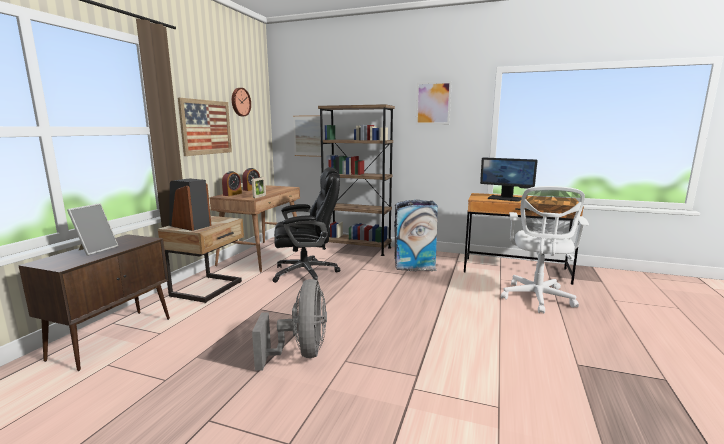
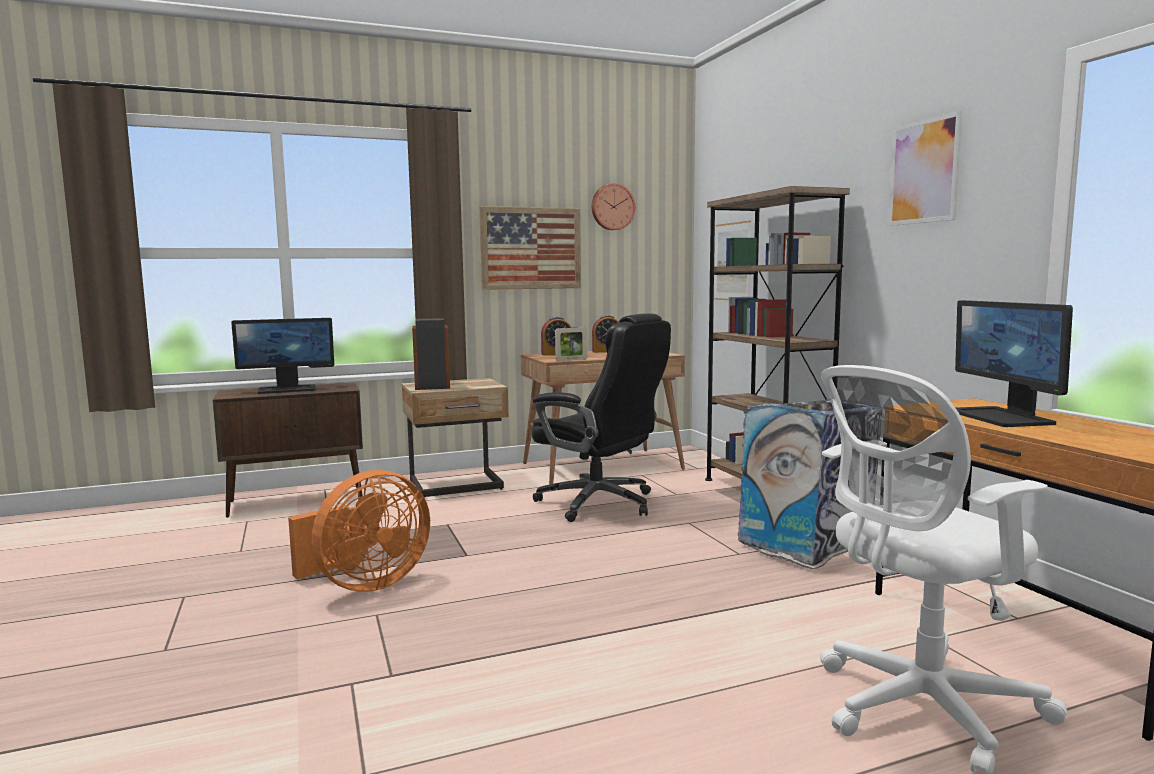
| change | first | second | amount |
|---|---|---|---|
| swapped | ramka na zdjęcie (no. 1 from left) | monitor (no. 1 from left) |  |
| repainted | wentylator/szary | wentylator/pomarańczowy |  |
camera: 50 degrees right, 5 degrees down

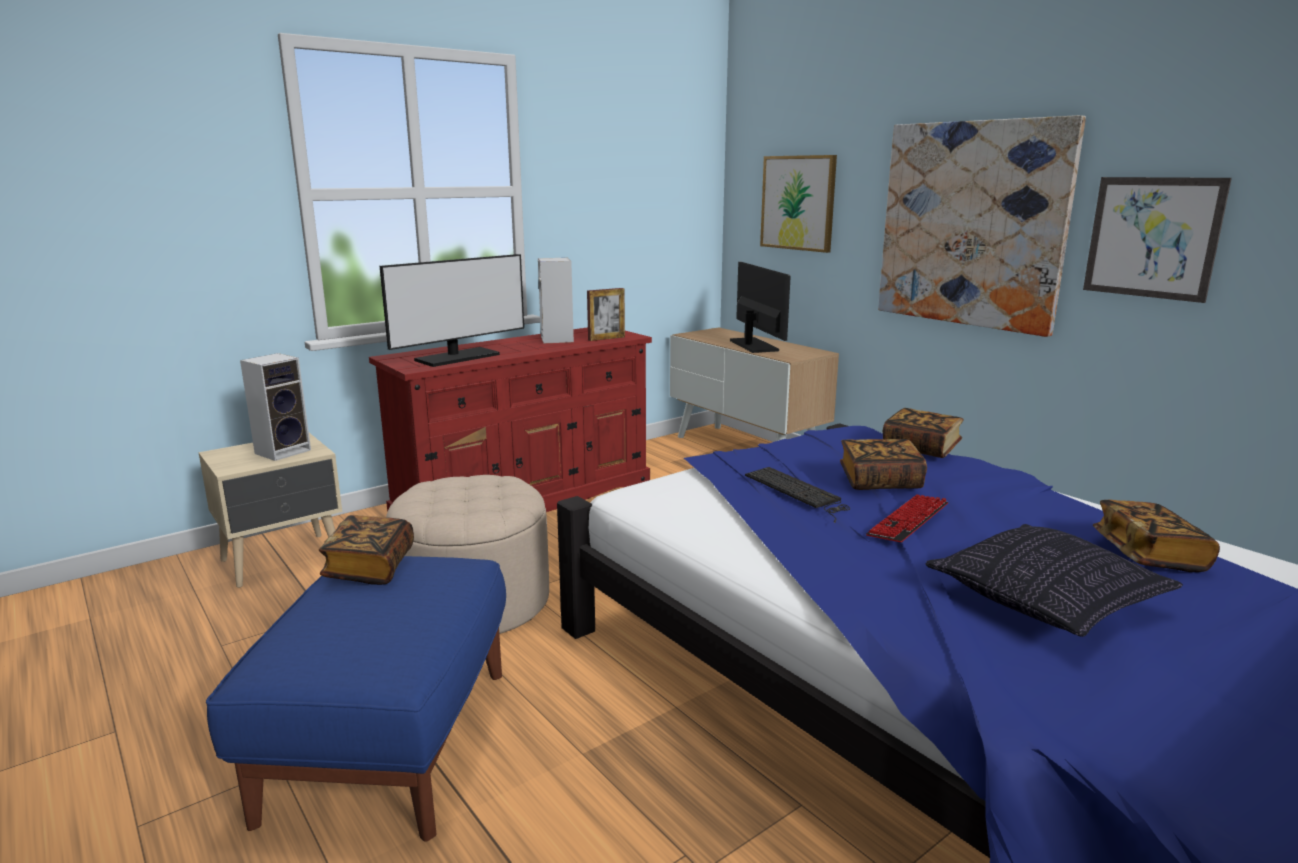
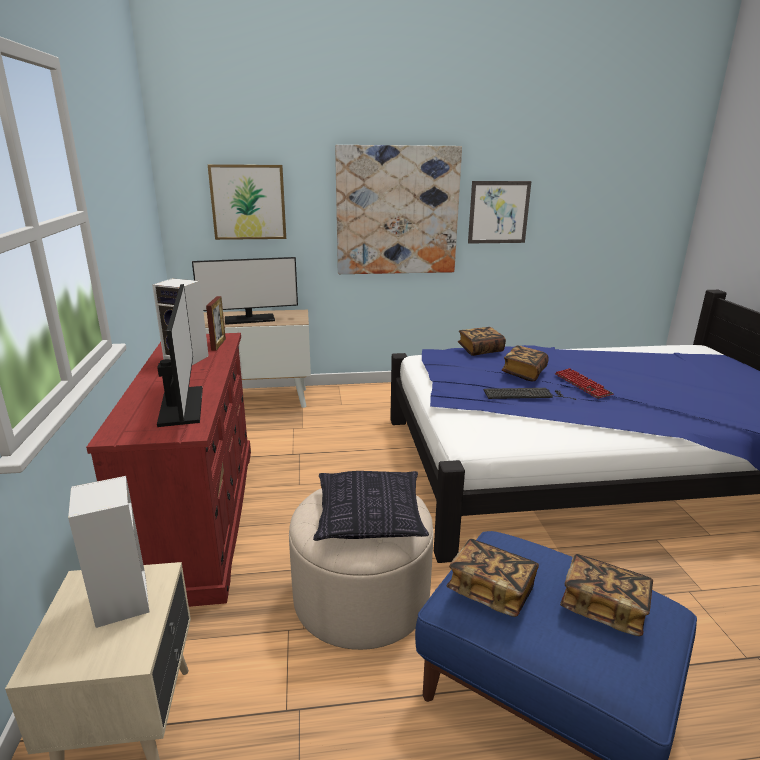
| change | first | second | amount |
|---|---|---|---|
| rotated | monitor (no. 2 from left) |  | 150 degrees clockwise |
| shifted | poduszka |  |  |
| shifted | książka (no. 4 from left) |  |  |
camera: 60 degrees left, 5 degrees up

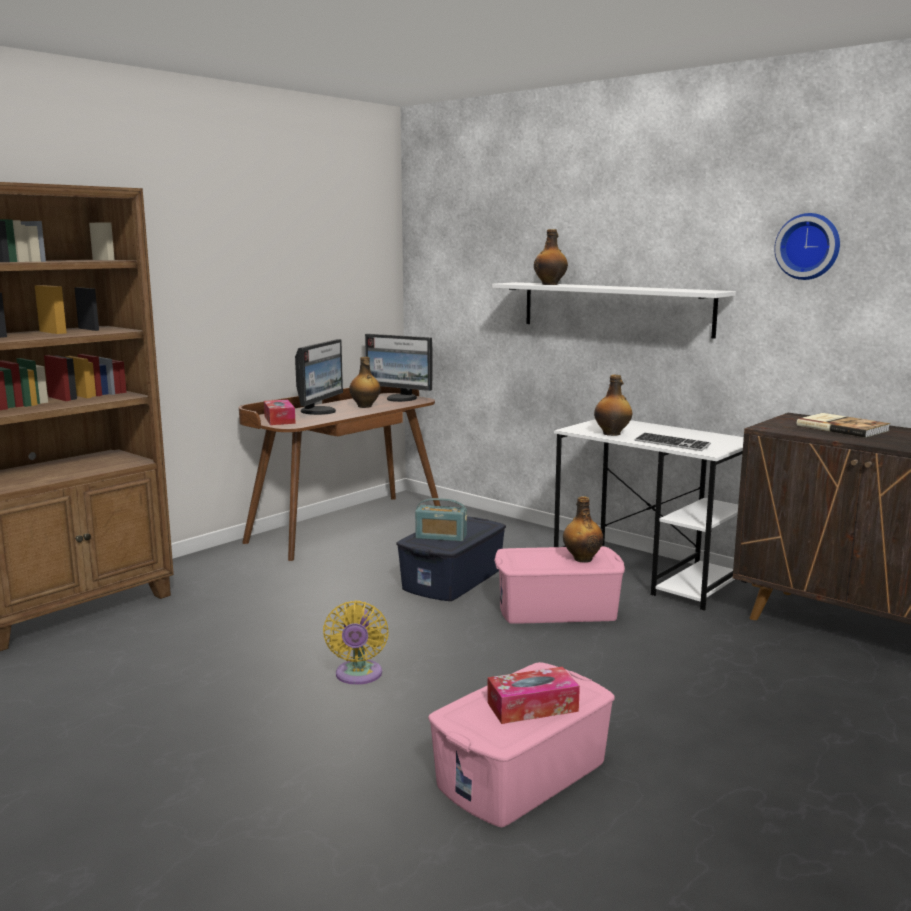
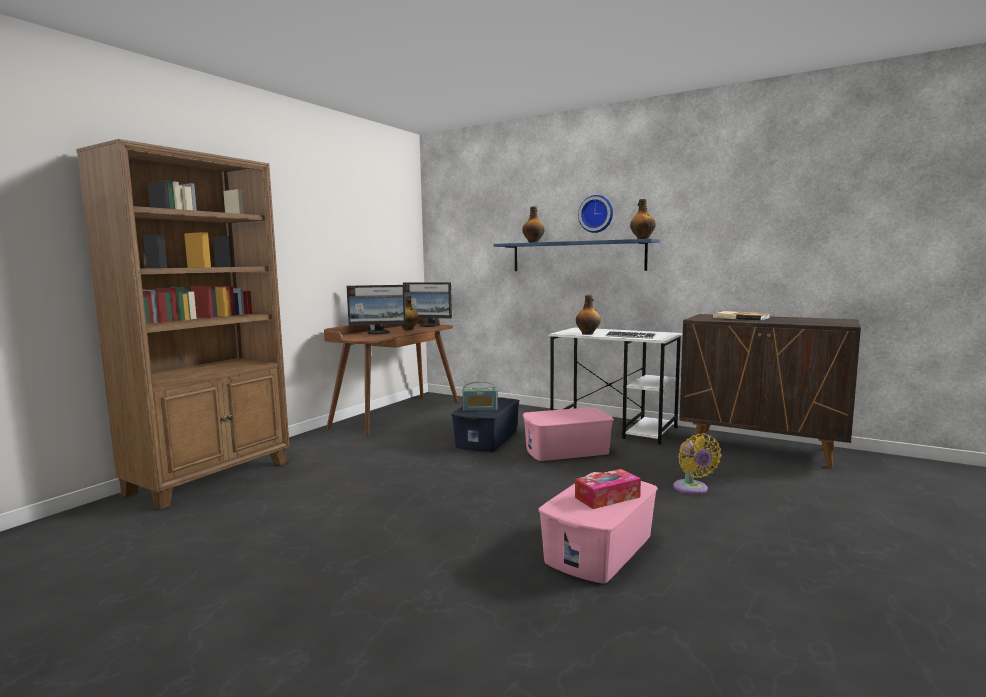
| change | first | second | amount |
|---|---|---|---|
| rotated | monitor (no. 1 from left) |  | 75 degrees clockwise |
| repainted | półka/biały | półka/niebieski |  |
| shifted | zegar ścienny |  |  |
| shifted | butelka (no. 3 from left in the first image) | butelka (no. 4 from left) |  |
| shifted | wentylator/żółty |  |  |
| gone | pudełko chusteczek (no. 1 from left) |  |  |
camera: 10 degrees left, 5 degrees down

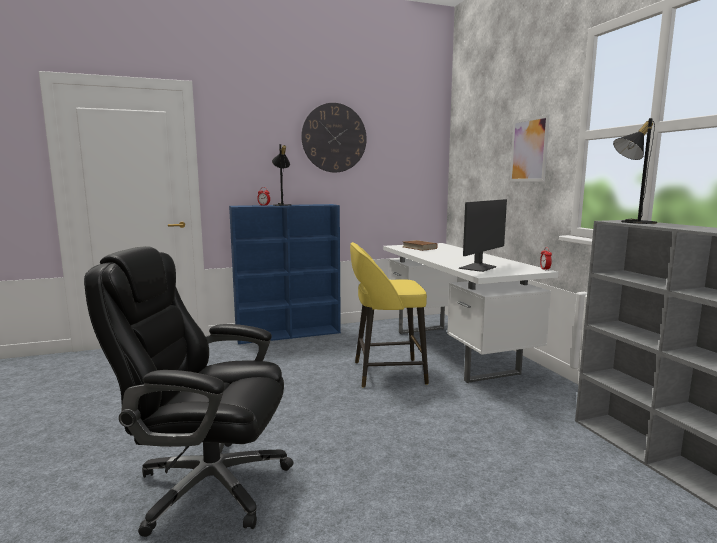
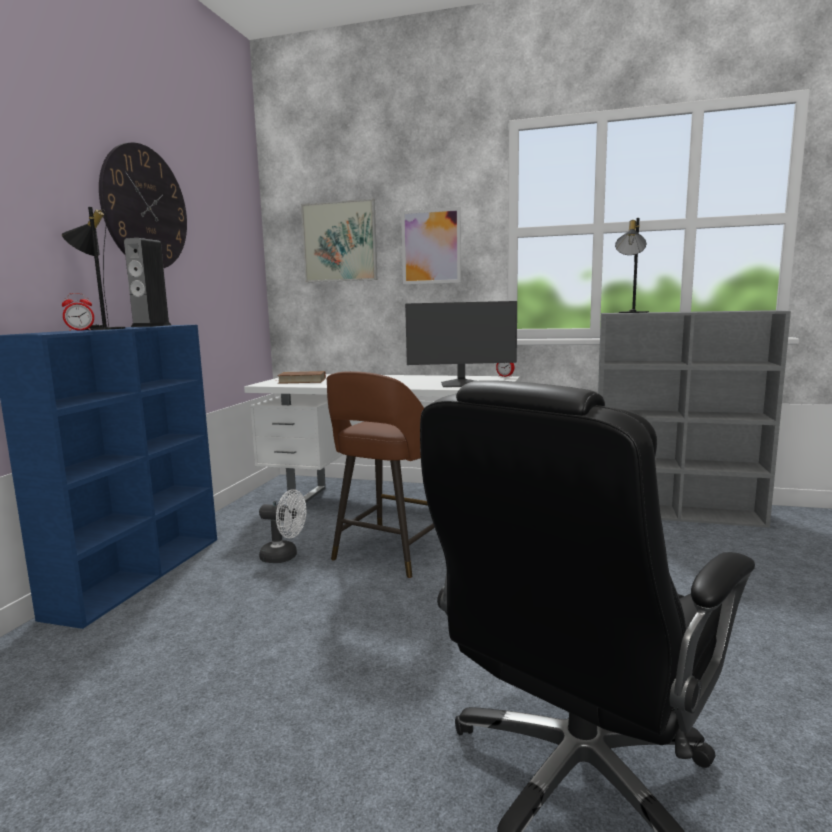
| change | first | second | amount |
|---|---|---|---|
| new |  | głośnik |  |
| new |  | wentylator/biały |  |
| new |  | obraz (no. 1 from left) |  |
| repainted | stołek/żółty | stołek/brązowy |  |
| rotated | monitor |  | 105 degrees clockwise |
camera: 55 degrees left, 0 degrees up

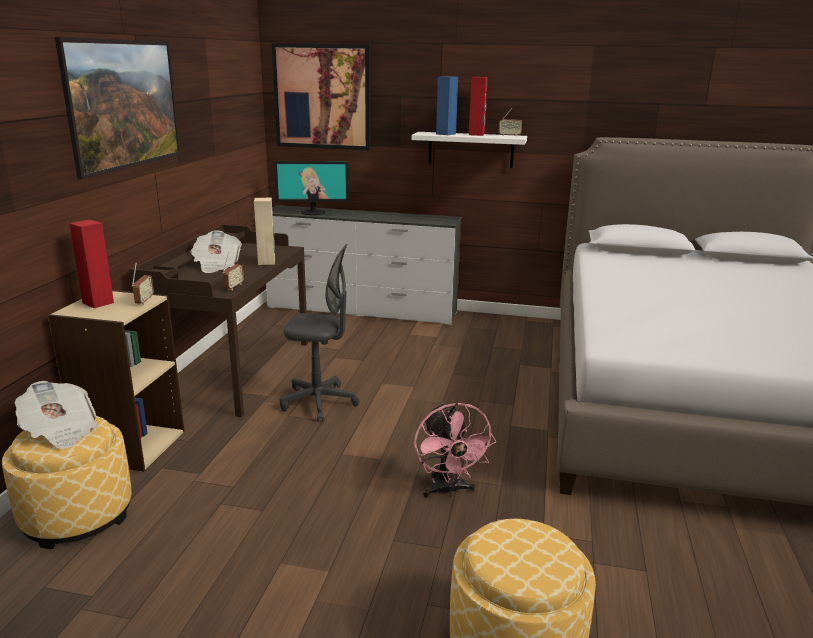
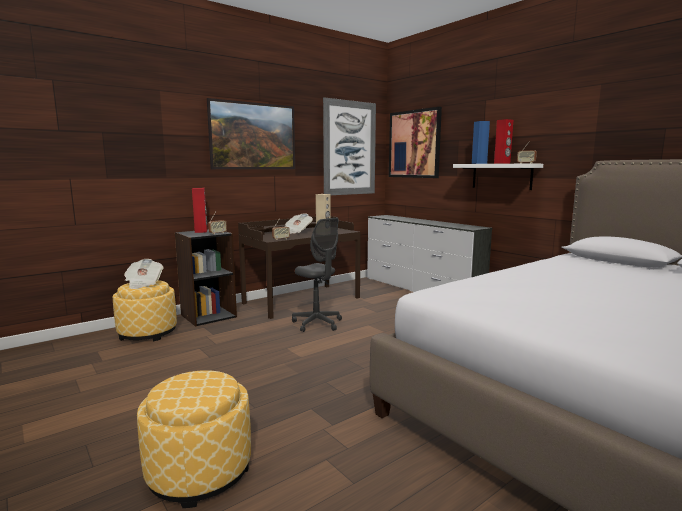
| change | first | second | amount |
|---|---|---|---|
| repainted | regał/beżowy | regał/czarny |  |
| new |  | obraz (no. 2 from left) |  |
| gone | monitor |  |  |
| gone | wentylator/różowy |  |  |
camera: 40 degrees right, 10 degrees down

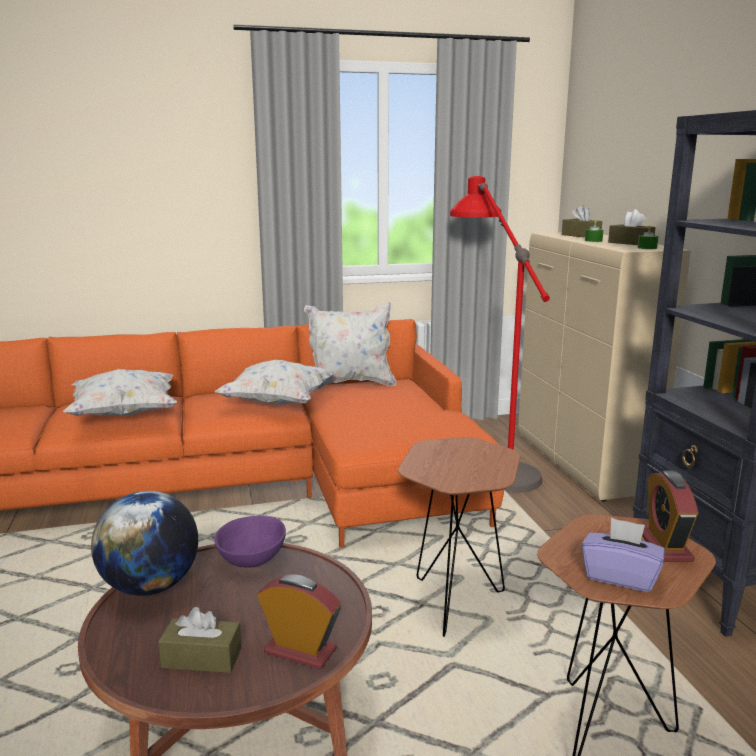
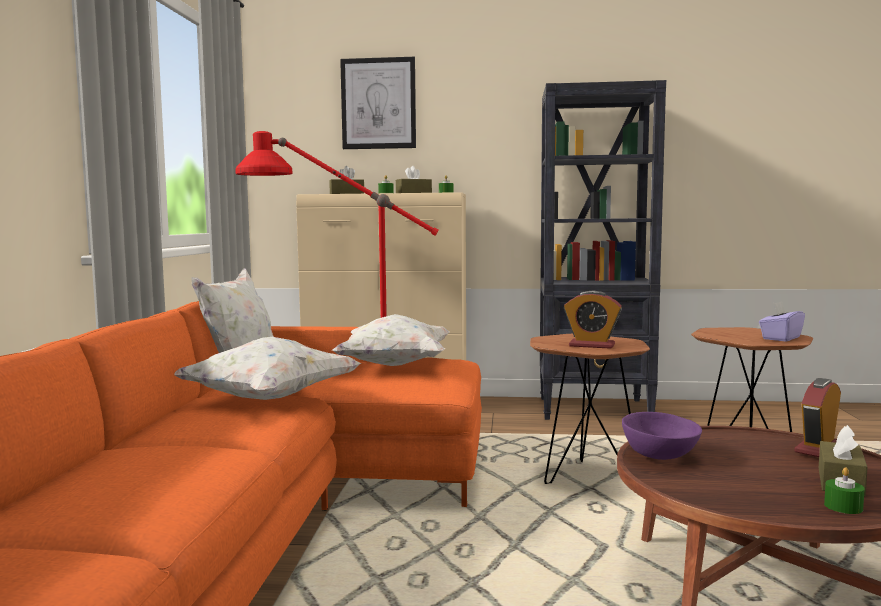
| change | first | second | amount |
|---|---|---|---|
| shifted | poduszka/biały (no. 1 from left in the first image) | poduszka/biały (no. 3 from left) |  |
| new |  | obraz |  |
| shifted | budzik (no. 2 from left in the first image) | budzik (no. 1 from left) |  |
| new |  | świeca/zielony (no. 3 from left) |  |
| gone | globus |  |  |
camera: 70 degrees left, 10 degrees down

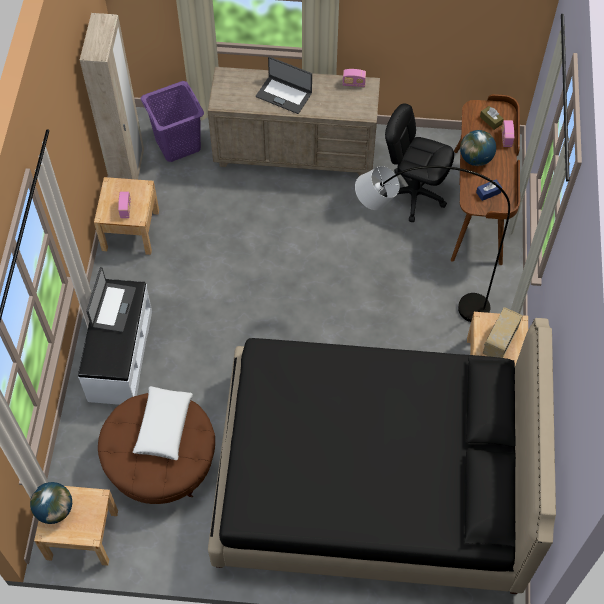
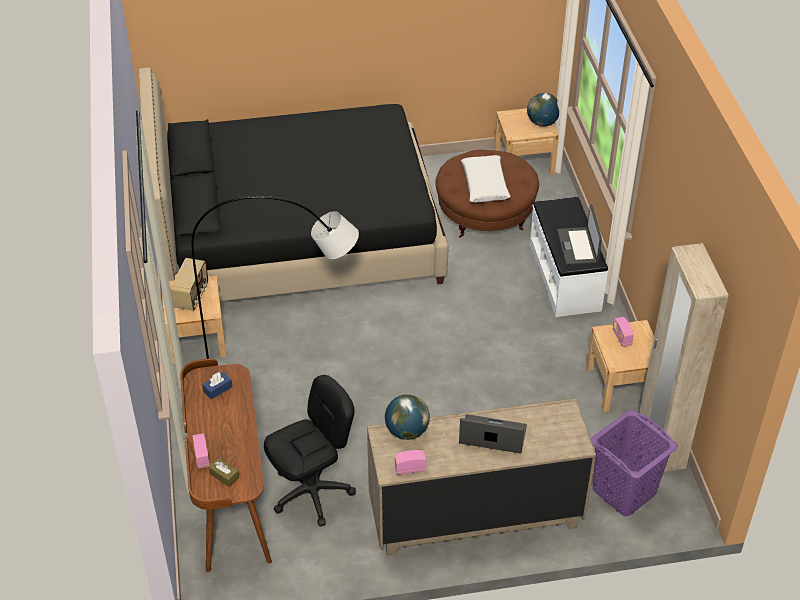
| change | first | second | amount |
|---|---|---|---|
| rotated | krzesło biurowe/czarny |  | 45 degrees counterclockwise |
| shifted | globus (no. 2 from left in the first image) | globus (no. 1 from left) |  |
camera: 165 degrees right, 15 degrees down

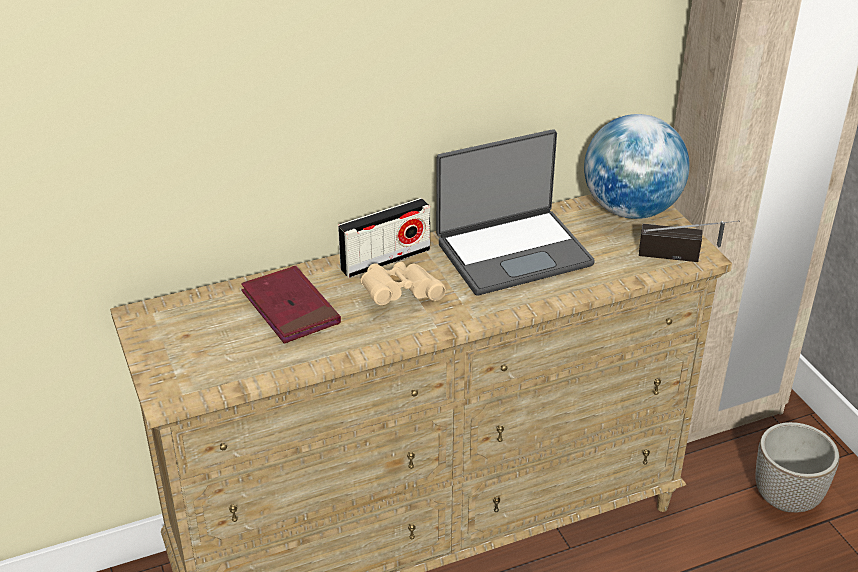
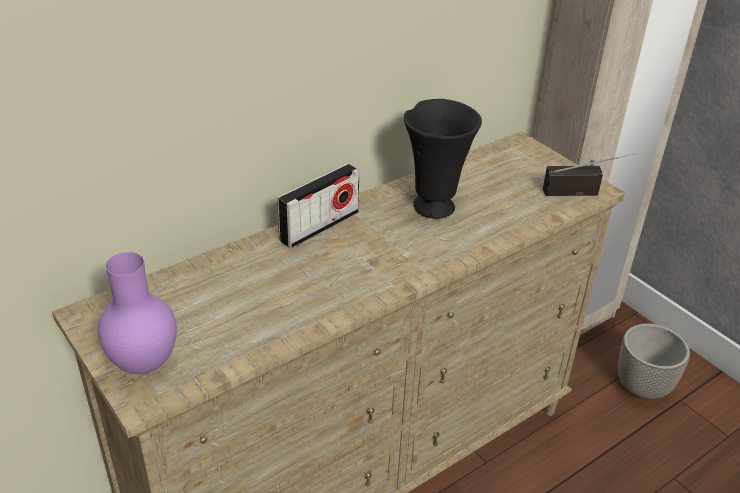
| change | first | second | amount |
|---|---|---|---|
| new |  | wazon/fioletowy |  |
| swapped | laptop | wazon/czarny |  |
| gone | książka/czerwony |  |  |
| gone | lornetka/beżowy |  |  |
| gone | globus |  |  |
camera: 15 degrees left, 0 degrees up

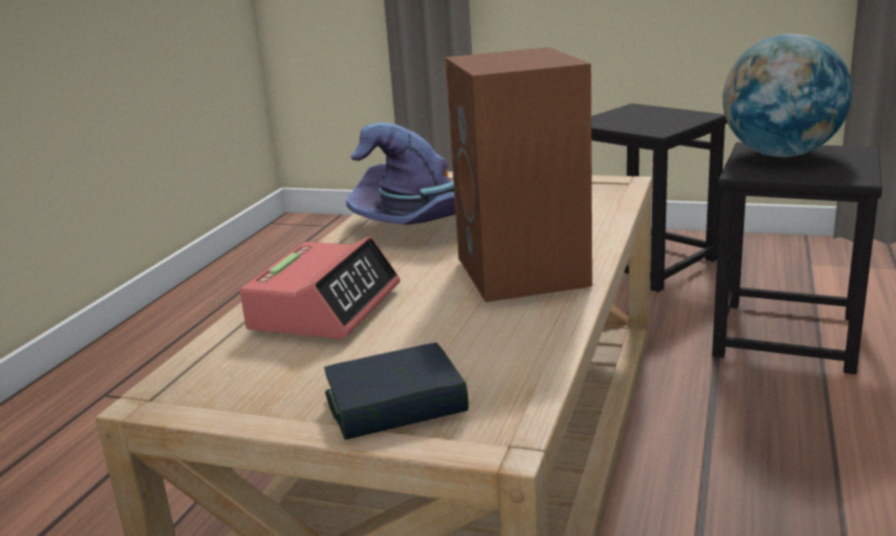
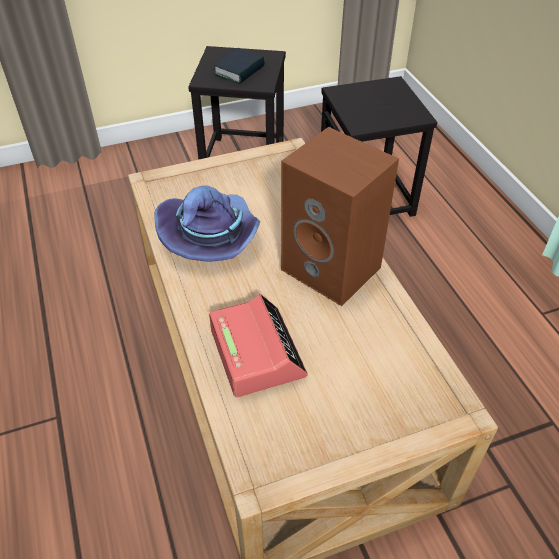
| change | first | second | amount |
|---|---|---|---|
| shifted | książka |  |  |
| gone | globus |  |  |
camera: 40 degrees left, 25 degrees up

